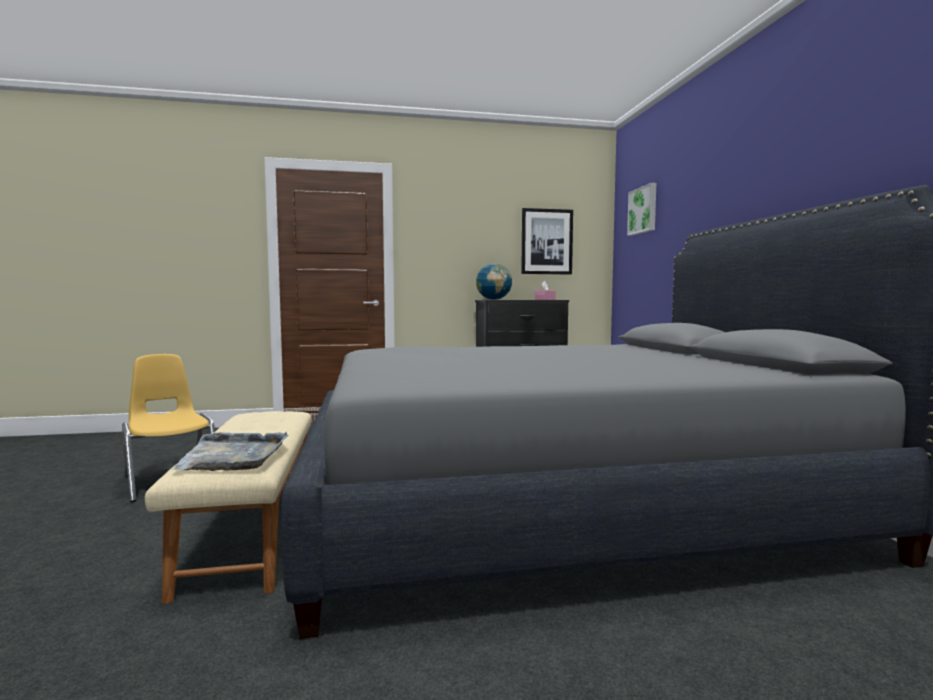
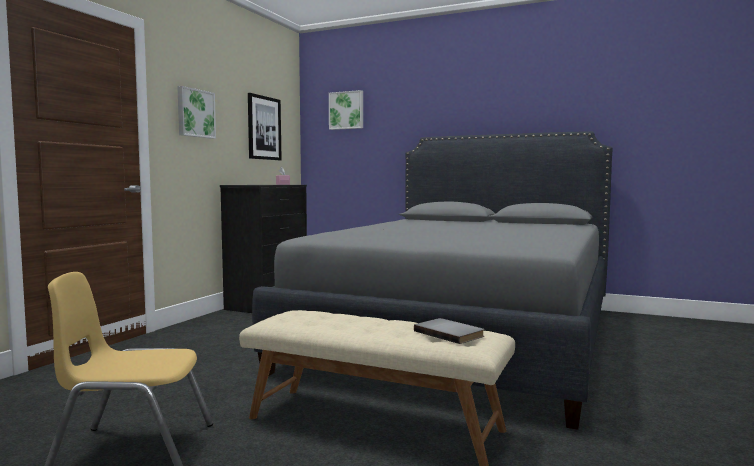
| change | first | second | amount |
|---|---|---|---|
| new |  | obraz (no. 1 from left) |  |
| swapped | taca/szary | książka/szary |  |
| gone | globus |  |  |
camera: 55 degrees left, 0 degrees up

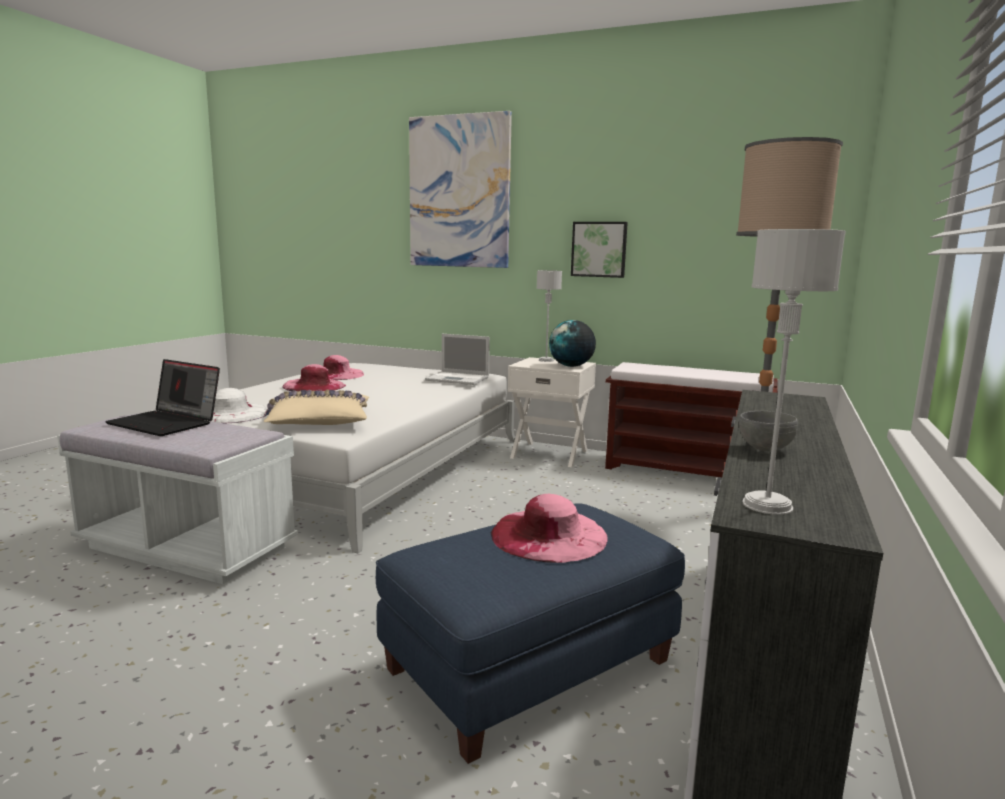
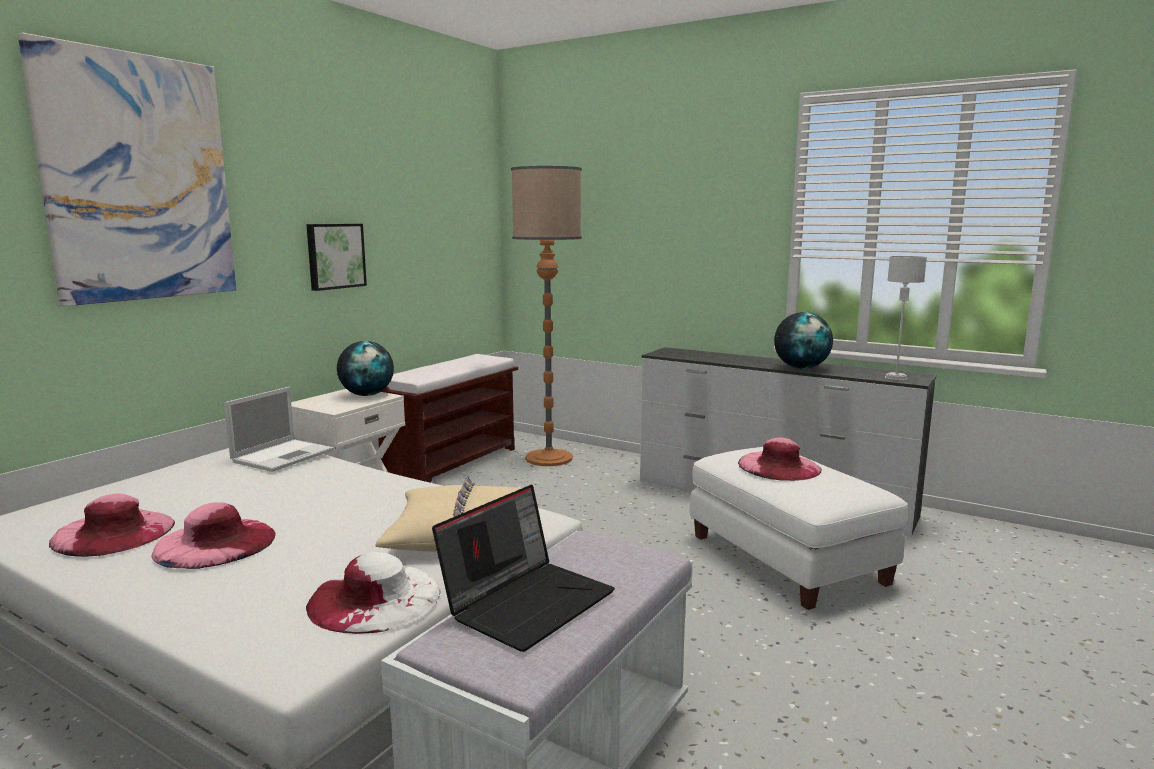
| change | first | second | amount |
|---|---|---|---|
| repainted | pufa/niebieski | pufa/biały |  |
| swapped | miska/szary | globus (no. 2 from left) |  |
| gone | lampa stołowa/szary (no. 1 from left) |  |  |
camera: 80 degrees left, 0 degrees up

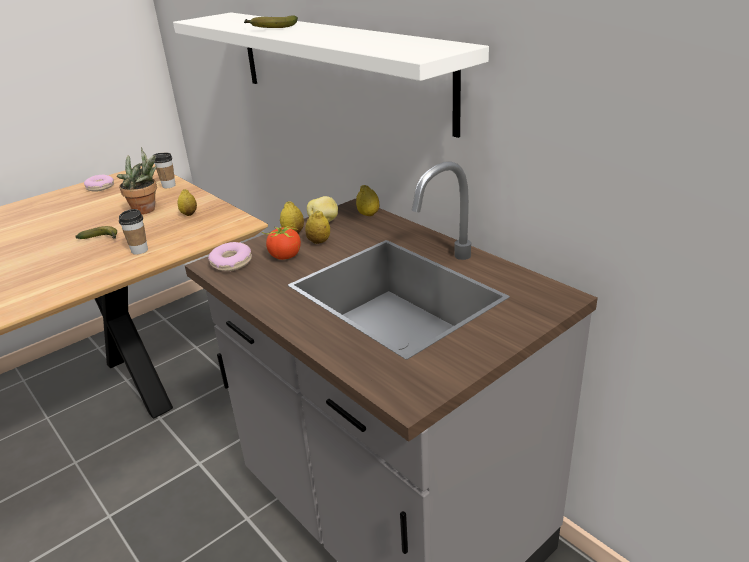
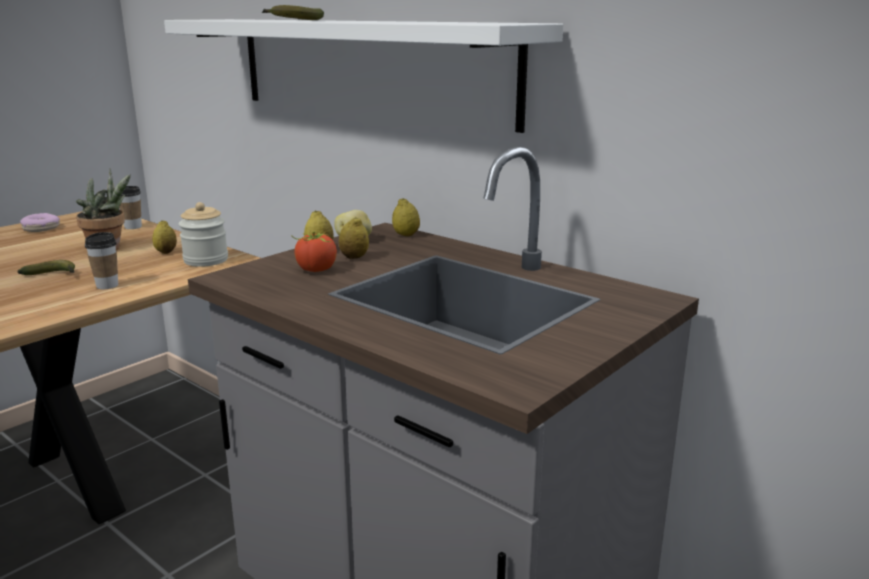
| change | first | second | amount |
|---|---|---|---|
| new |  | słoik |  |
| gone | donut (no. 2 from left) |  |  |
camera: 10 degrees left, 10 degrees down

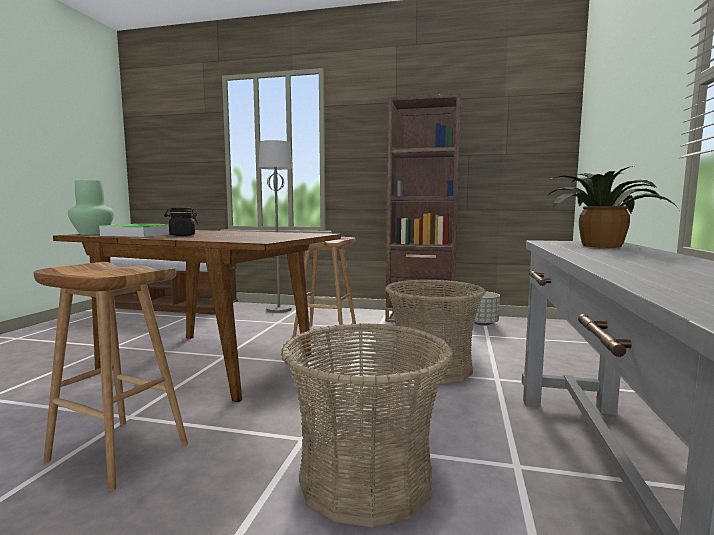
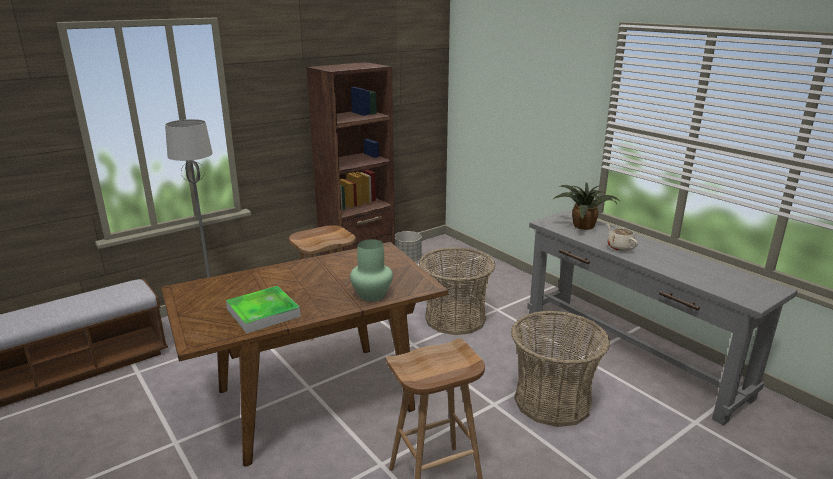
| change | first | second | amount |
|---|---|---|---|
| shifted | wazon/zielony |  |  |
| new |  | imbryk/beżowy |  |
| gone | słoik/czarny |  |  |
camera: 50 degrees left, 15 degrees up

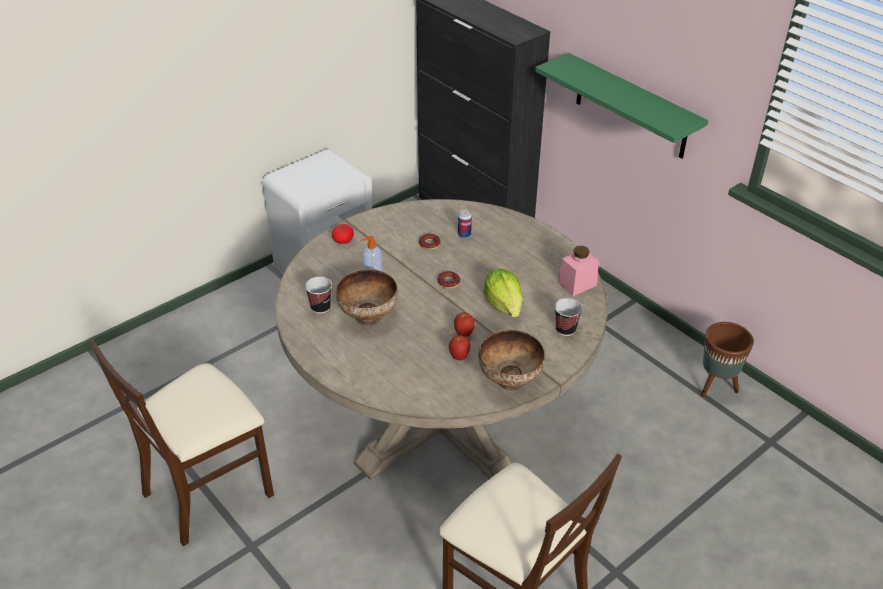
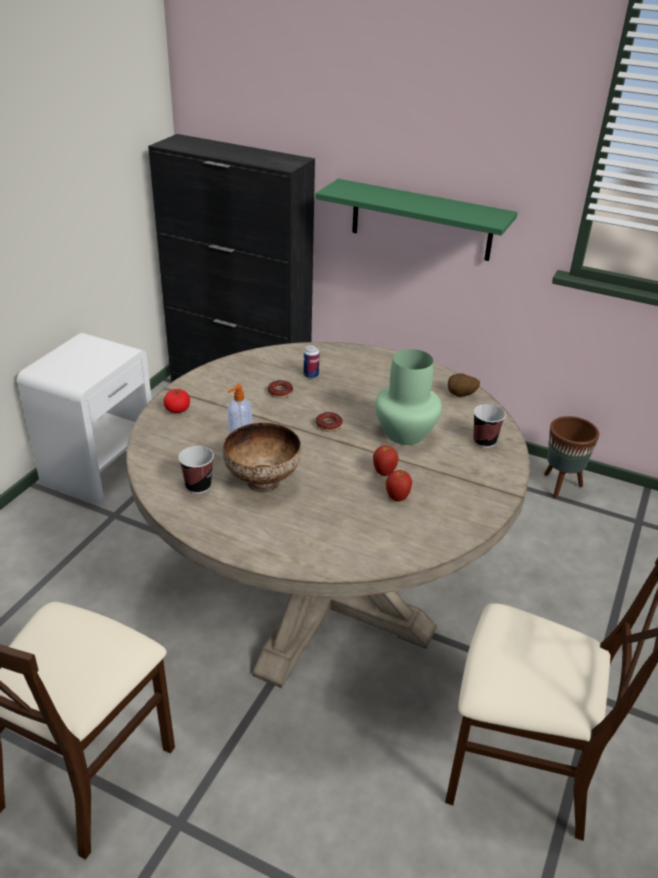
| change | first | second | amount |
|---|---|---|---|
| swapped | sałata | wazon/zielony |  |
| swapped | słoik/różowy | ziemniak |  |
| gone | miska (no. 2 from left) |  |  |
camera: 25 degrees left, 5 degrees down

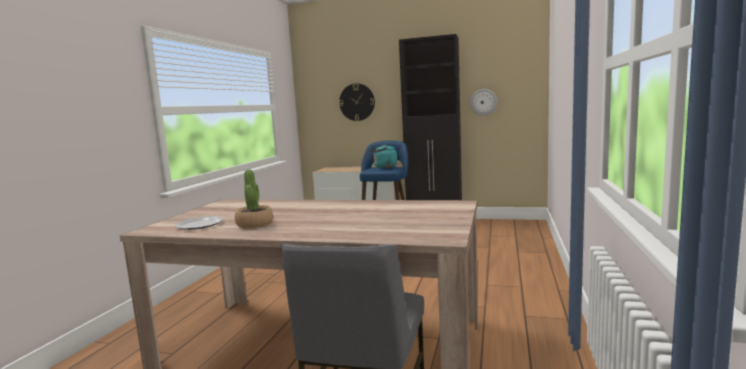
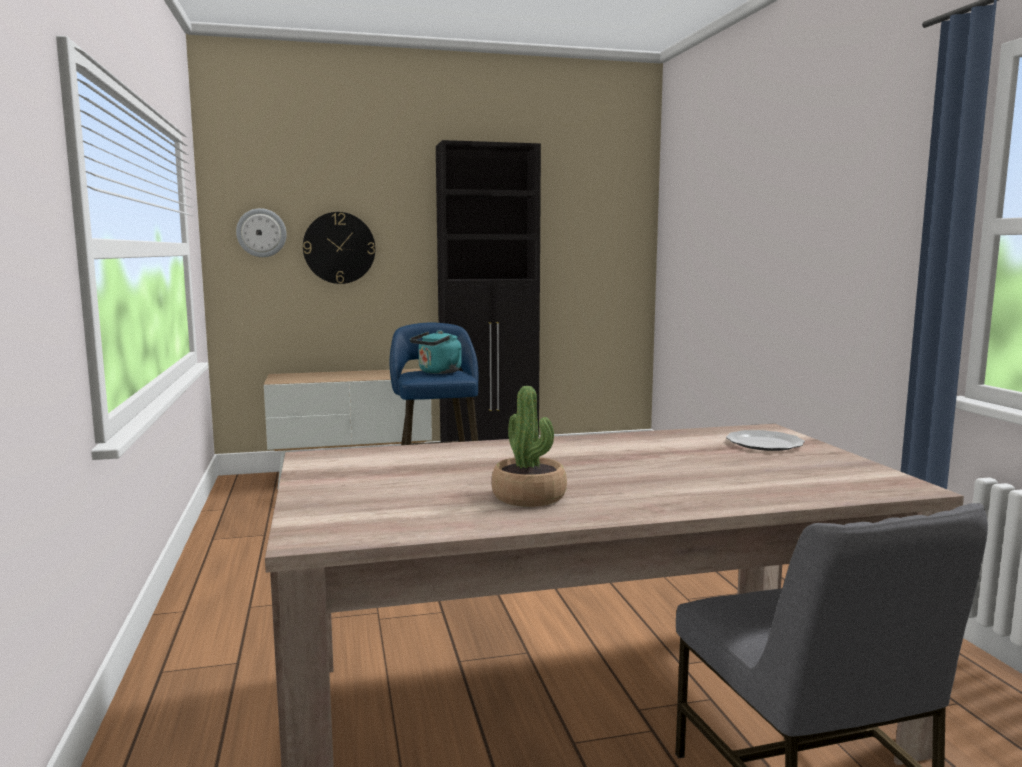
| change | first | second | amount |
|---|---|---|---|
| shifted | zegar ścienny (no. 2 from left in the first image) | zegar ścienny (no. 1 from left) |  |
| shifted | talerz |  |  |
camera: 30 degrees left, 0 degrees up

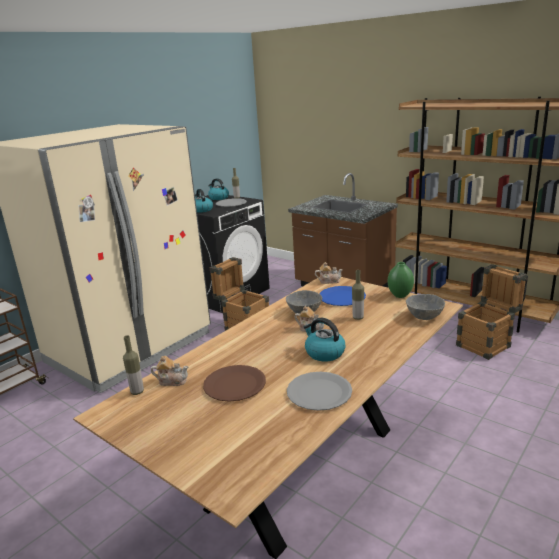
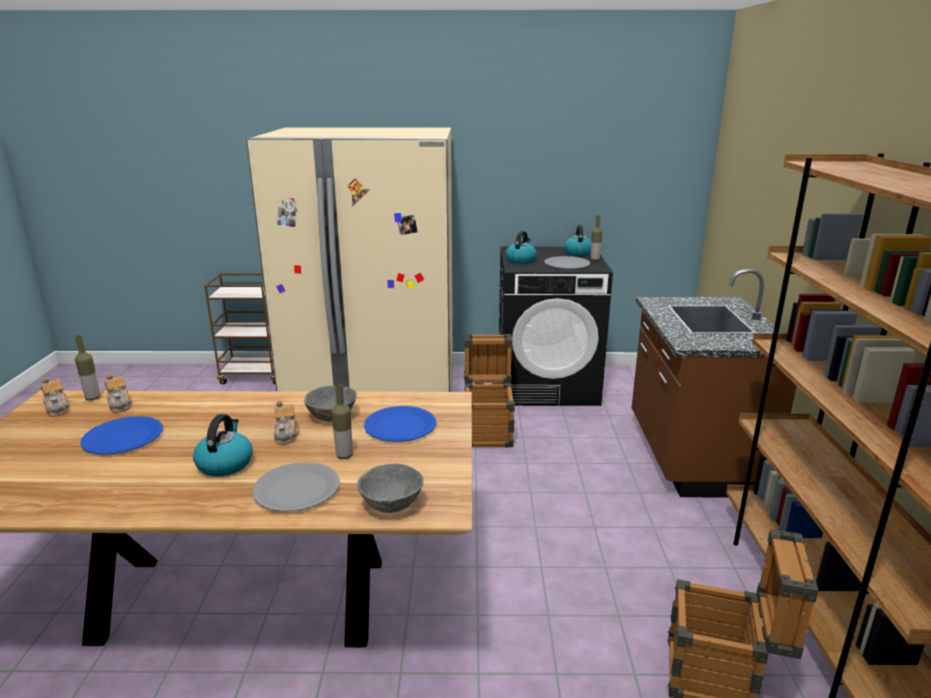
| change | first | second | amount |
|---|---|---|---|
| shifted | imbryk (no. 3 from left in the first image) | imbryk (no. 1 from left) |  |
| repainted | talerz/brązowy | talerz/niebieski (no. 1 from left) |  |
| shifted | talerz/szary (no. 2 from left in the first image) | talerz/szary (no. 1 from left) |  |
| gone | wazon/zielony |  |  |
camera: 50 degrees right, 0 degrees up

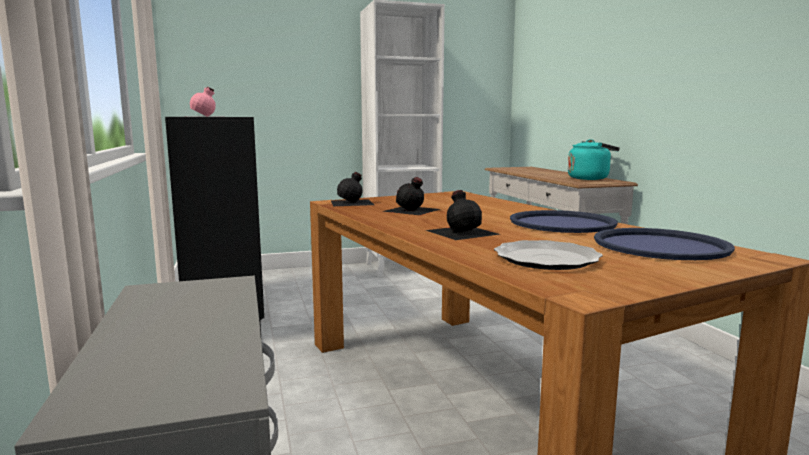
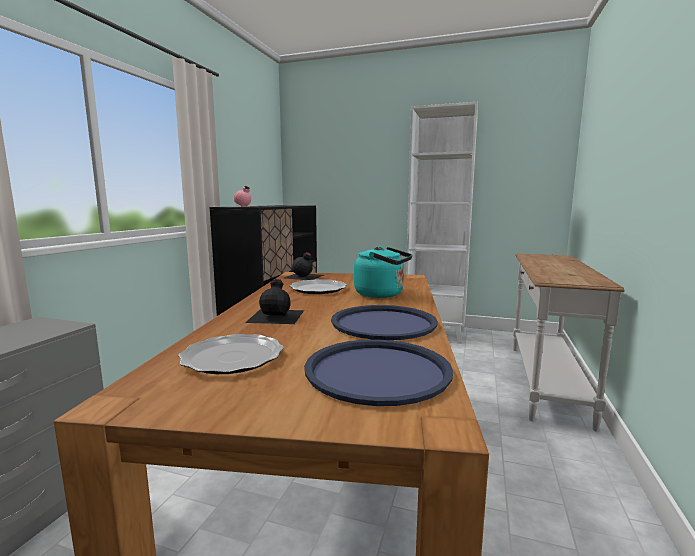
| change | first | second | amount |
|---|---|---|---|
| swapped | butelka/czarny (no. 2 from left) | talerz (no. 2 from left) |  |
| shifted | czajnik/turkusowy |  |  |
camera: 35 degrees right, 0 degrees up

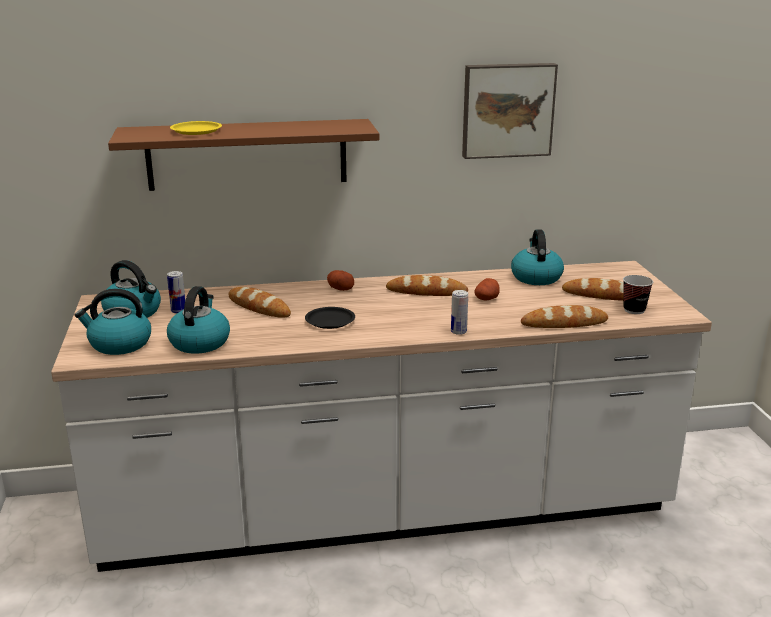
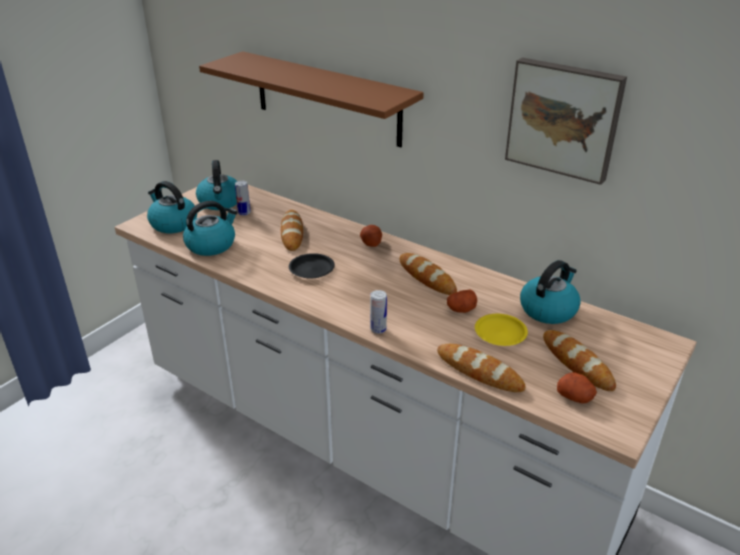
| change | first | second | amount |
|---|---|---|---|
| shifted | talerz/żółty |  |  |
| swapped | filiżanka | ziemniak (no. 3 from left) |  |
camera: 45 degrees right, 10 degrees up

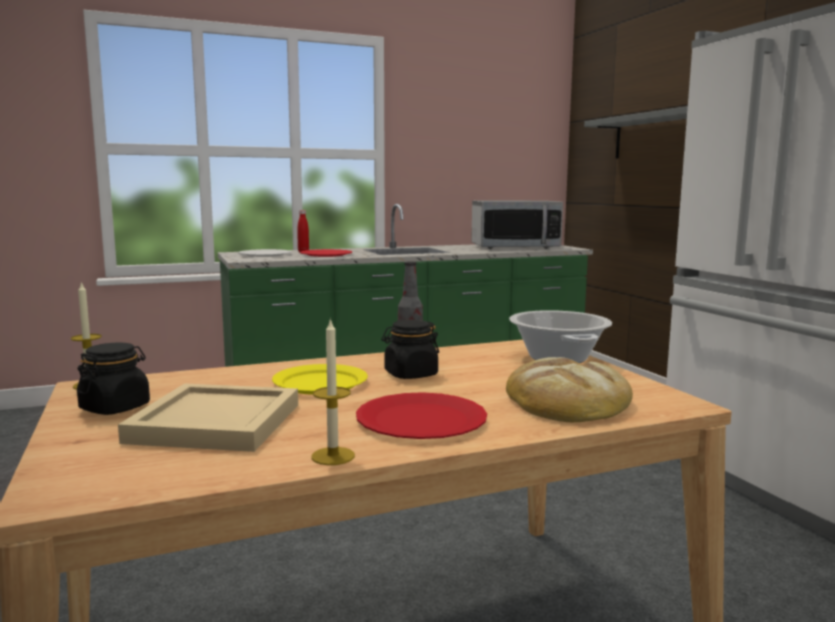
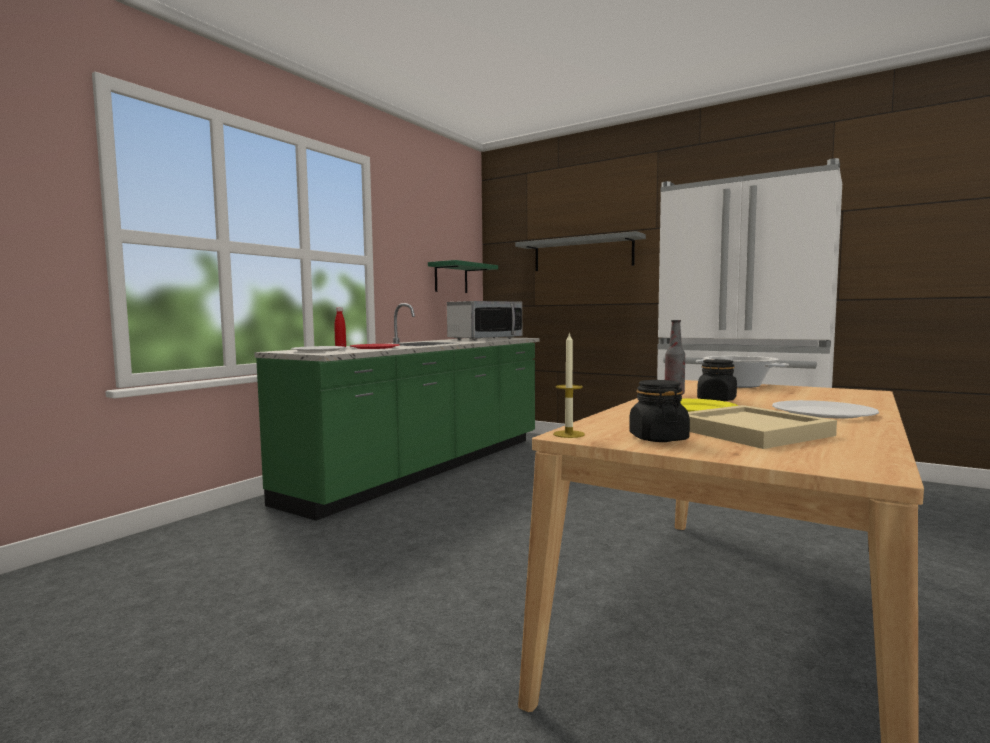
| change | first | second | amount |
|---|---|---|---|
| new |  | półka/zielony |  |
| repainted | talerz/czerwony (no. 2 from left) | talerz/biały (no. 2 from left) |  |
| gone | świeca (no. 2 from left) |  |  |
| gone | chleb |  |  |
camera: 35 degrees left, 5 degrees down

